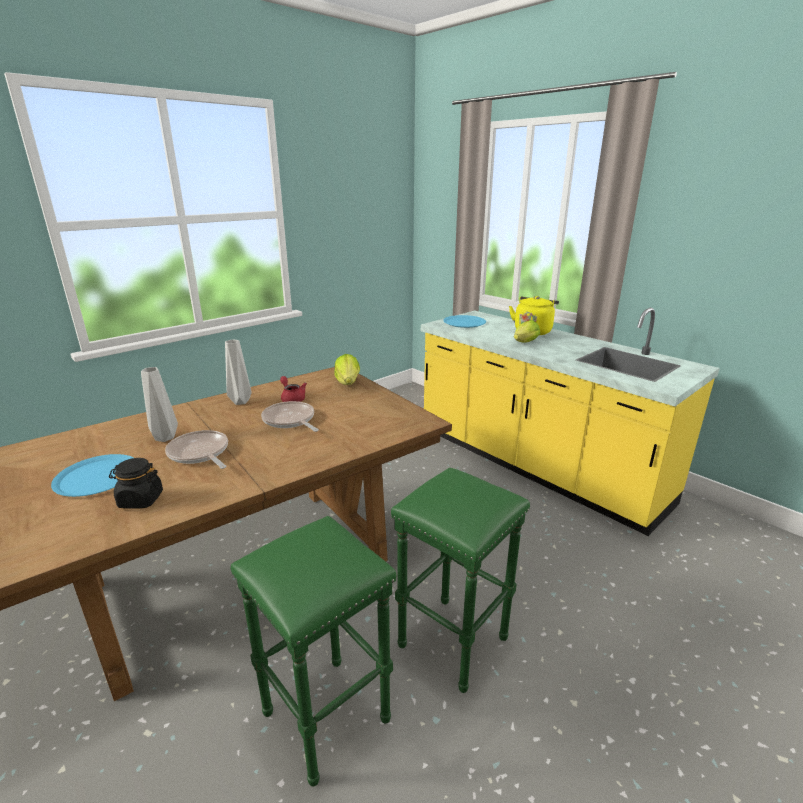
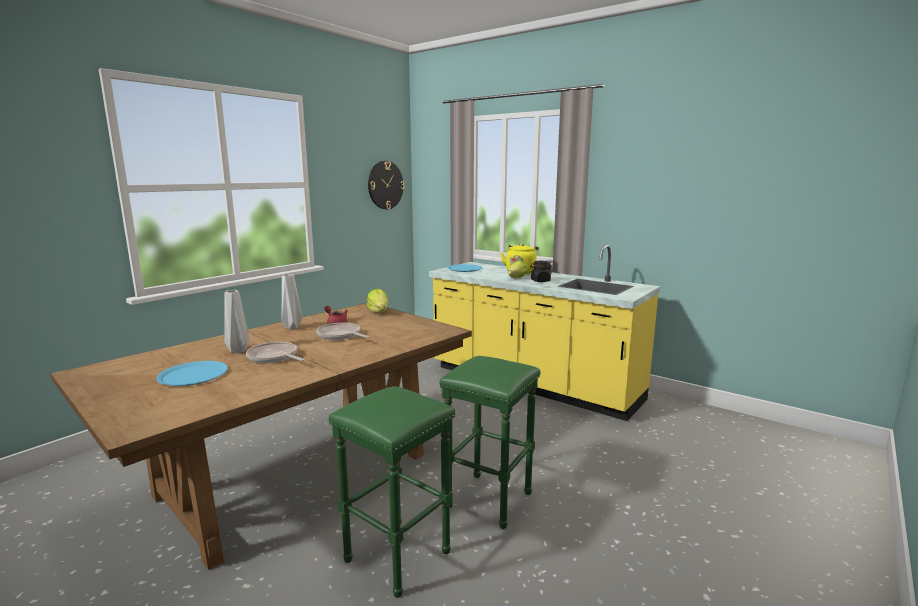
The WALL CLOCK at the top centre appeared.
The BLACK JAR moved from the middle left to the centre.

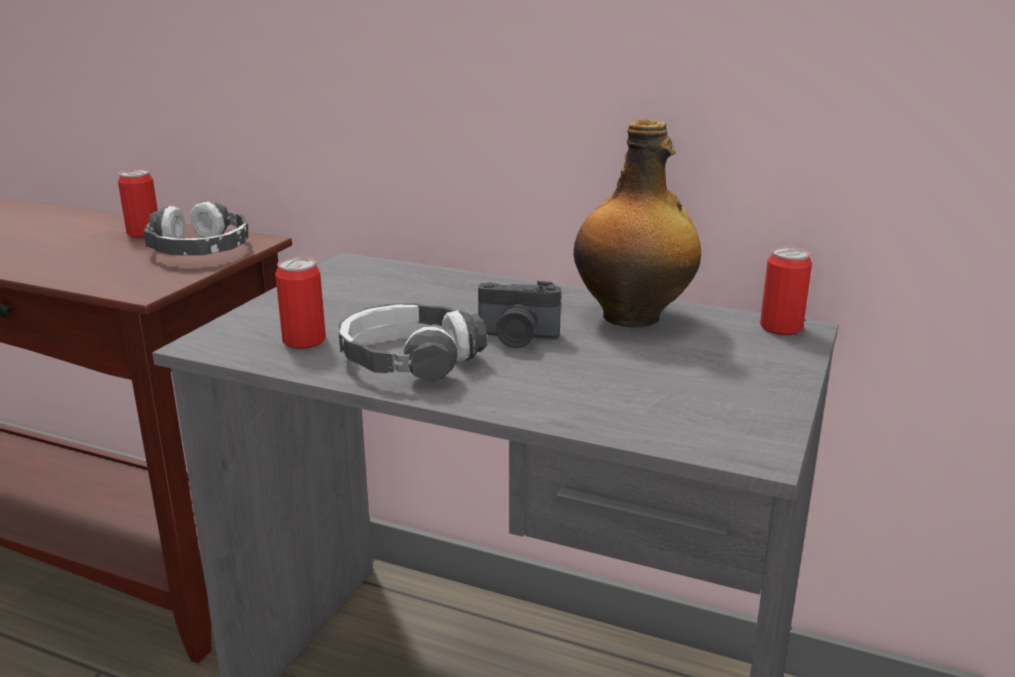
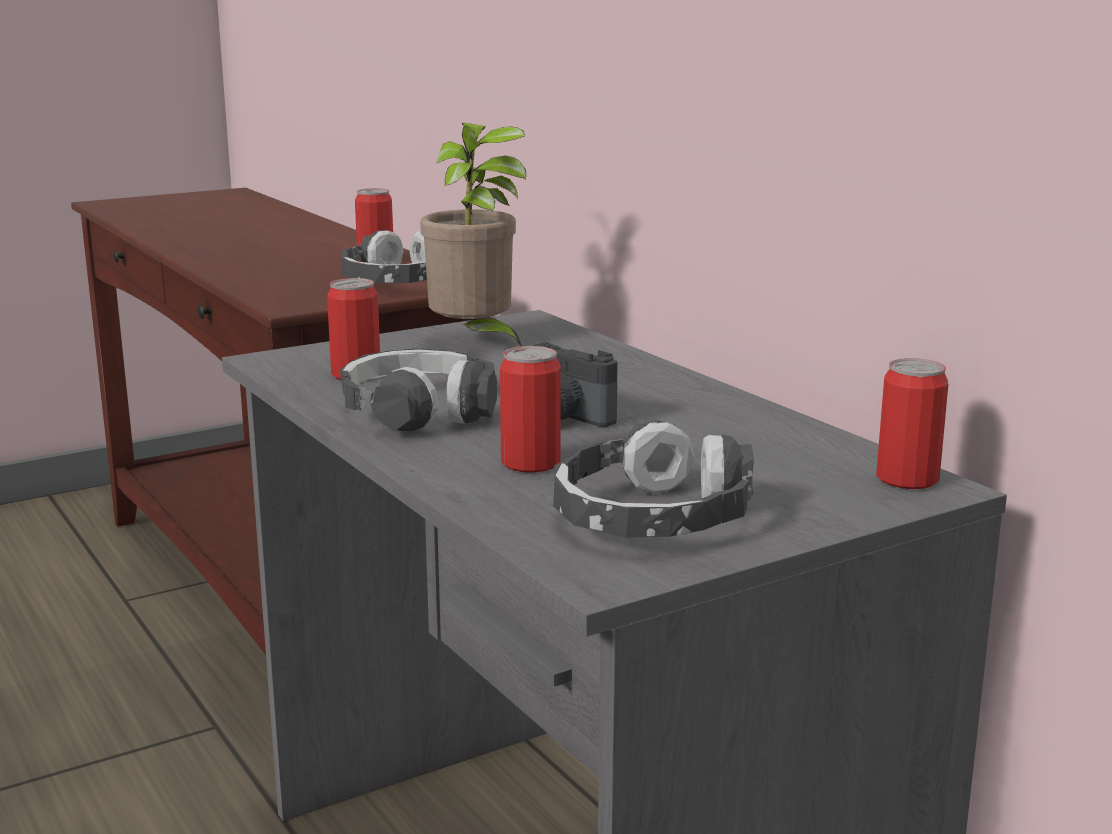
The POTTED PLANT at the top centre appeared.
The CAN (3rd from left) at the centre appeared.
The HEADPHONES (3rd from left) at the centre appeared.
The BOTTLE at the top centre disappeared.

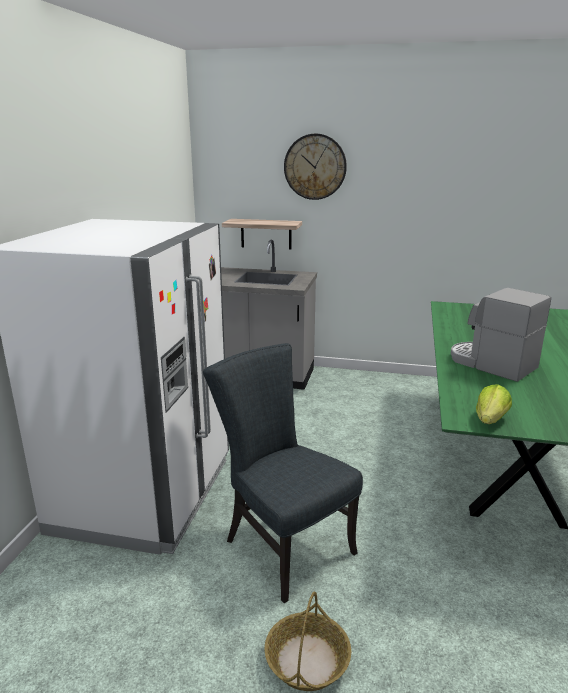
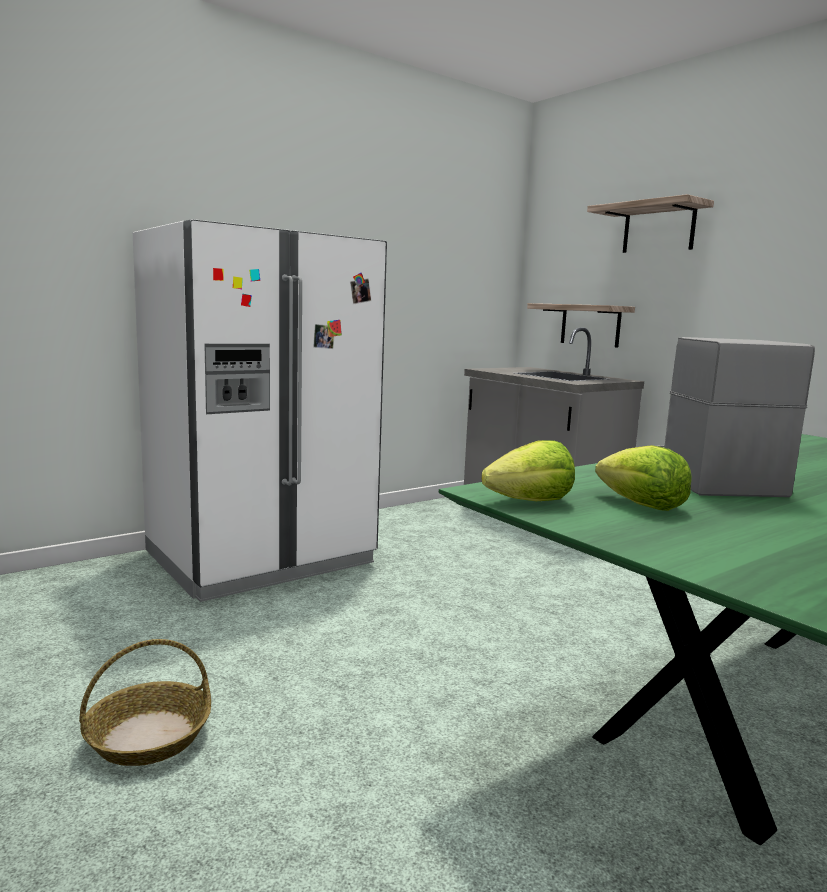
The WALL CLOCK at the top centre was replaced by the SHELF (2nd from left) at the top right.
The LETTUCE (2nd from left) at the middle right appeared.
The GREY CHAIR at the bottom centre disappeared.

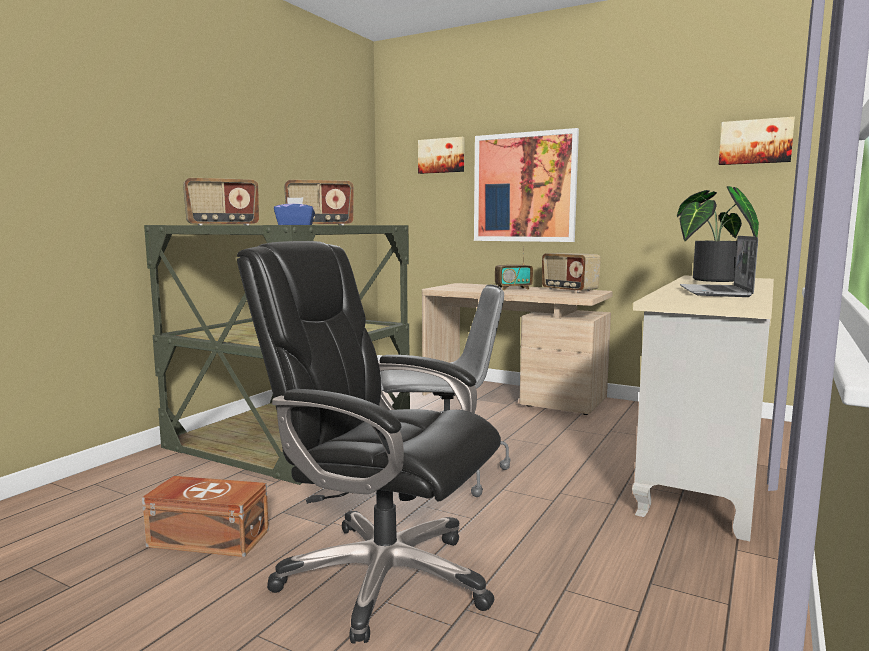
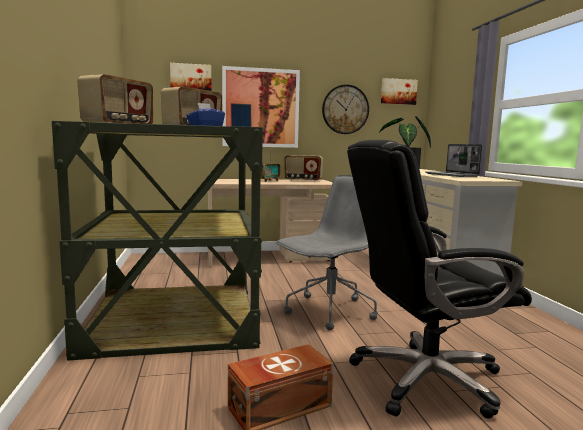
The WALL CLOCK at the top centre appeared.

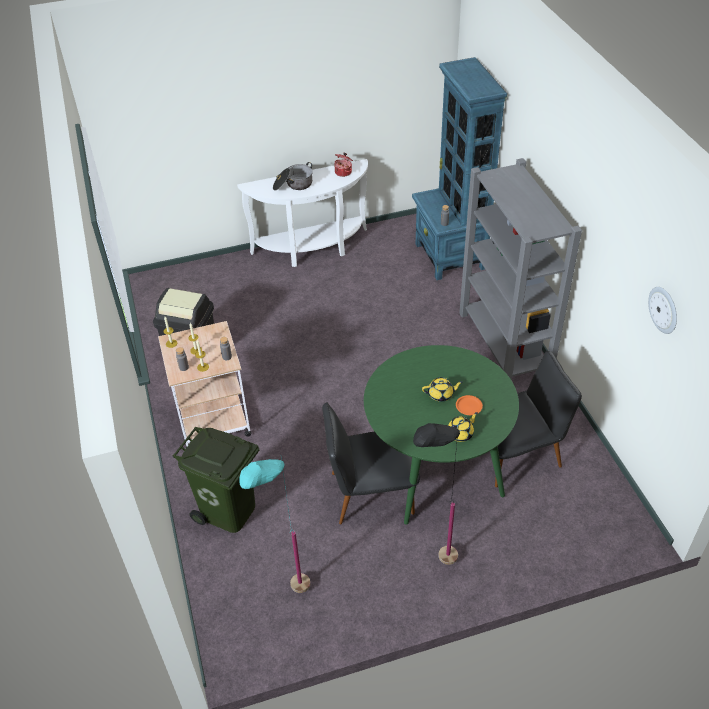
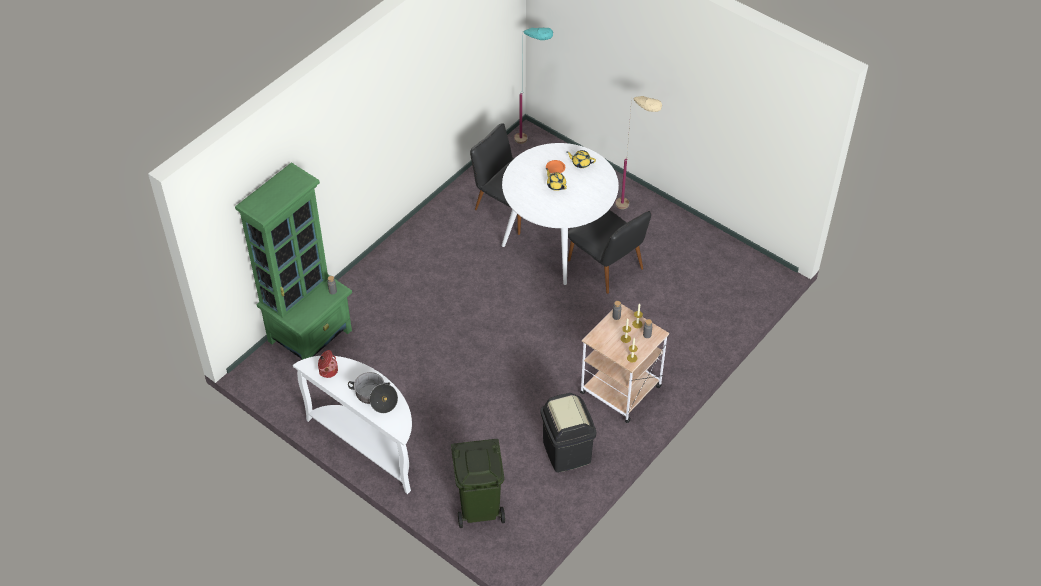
The BLUE CABINET at the top centre became the GREEN CABINET at the middle left.
The GREEN TRASH CAN moved from the bottom left to the bottom centre.
The GREEN DINING TABLE at the centre became the WHITE DINING TABLE at the centre.
The TURQUOISE FLOOR LAMP moved from the bottom centre to the top centre.
The BLACK FLOOR LAMP at the bottom centre became the BEIGE FLOOR LAMP at the top centre.
The GREY BOOKCASE at the middle right disappeared.
The WALL CLOCK at the middle right disappeared.

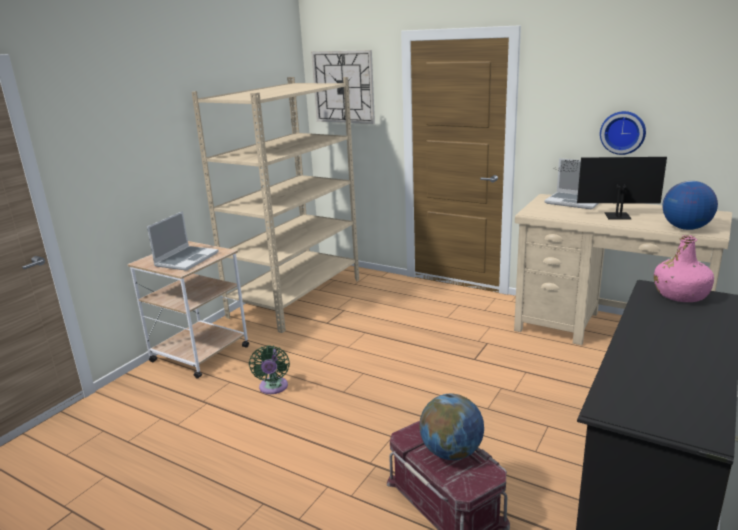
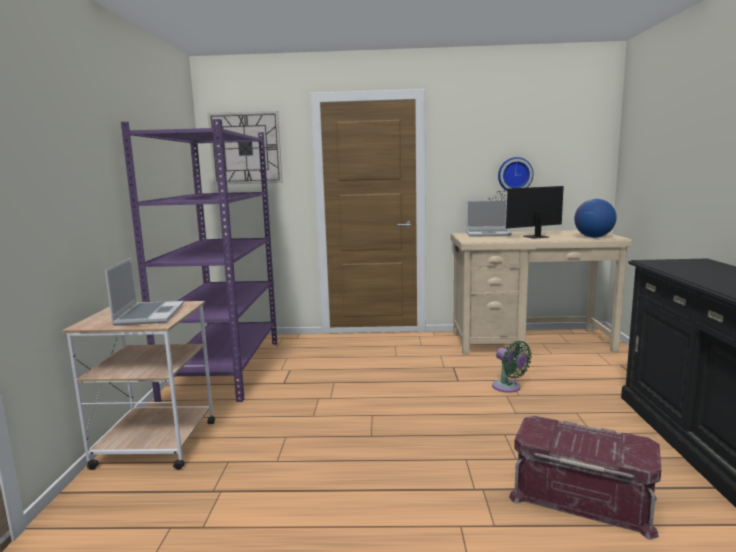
The BEIGE BOOKCASE at the centre became the PURPLE BOOKCASE at the middle left.
The GREEN FAN moved from the bottom centre to the middle right.
The GLOBE (1st from left) at the bottom centre disappeared.
The PINK BOTTLE at the middle right disappeared.

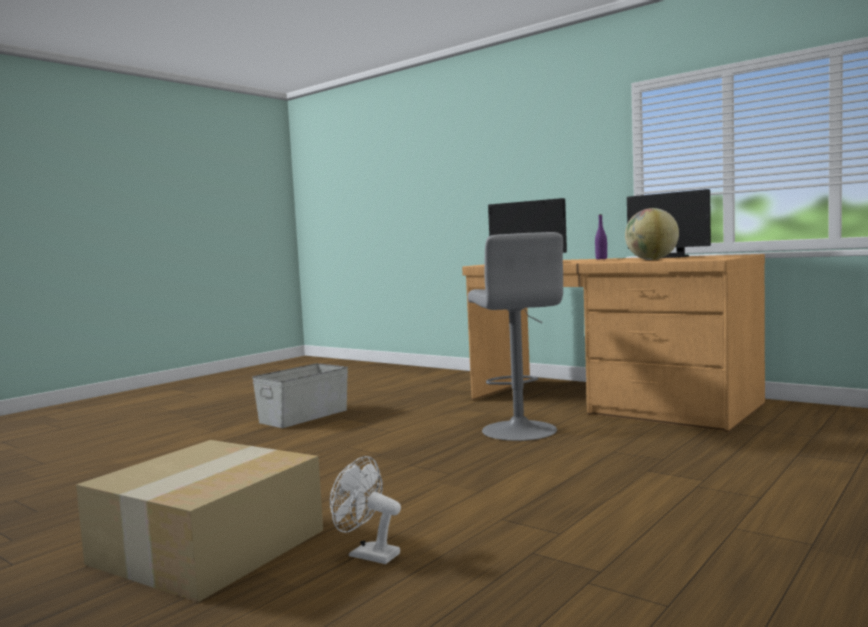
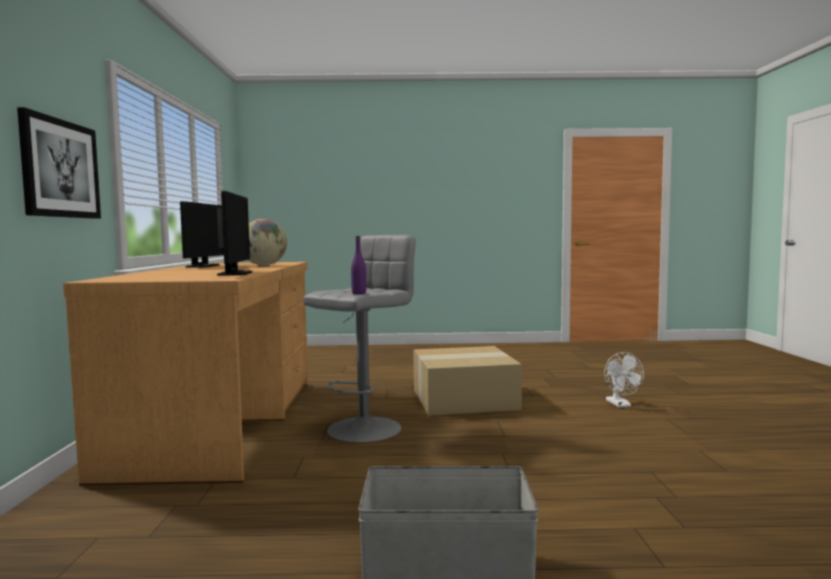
The PICTURE at the top left appeared.
The PURPLE BOTTLE moved from the middle right to the centre.
The CARDBOARD BOX moved from the bottom left to the centre.

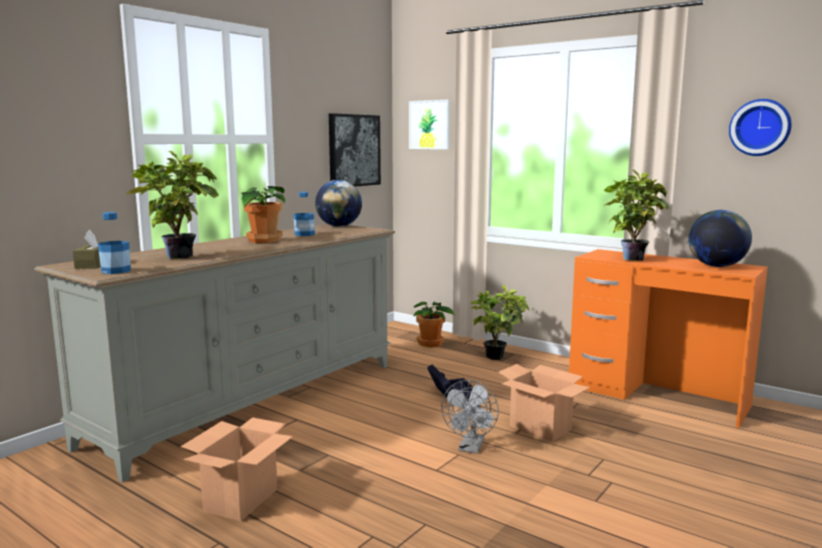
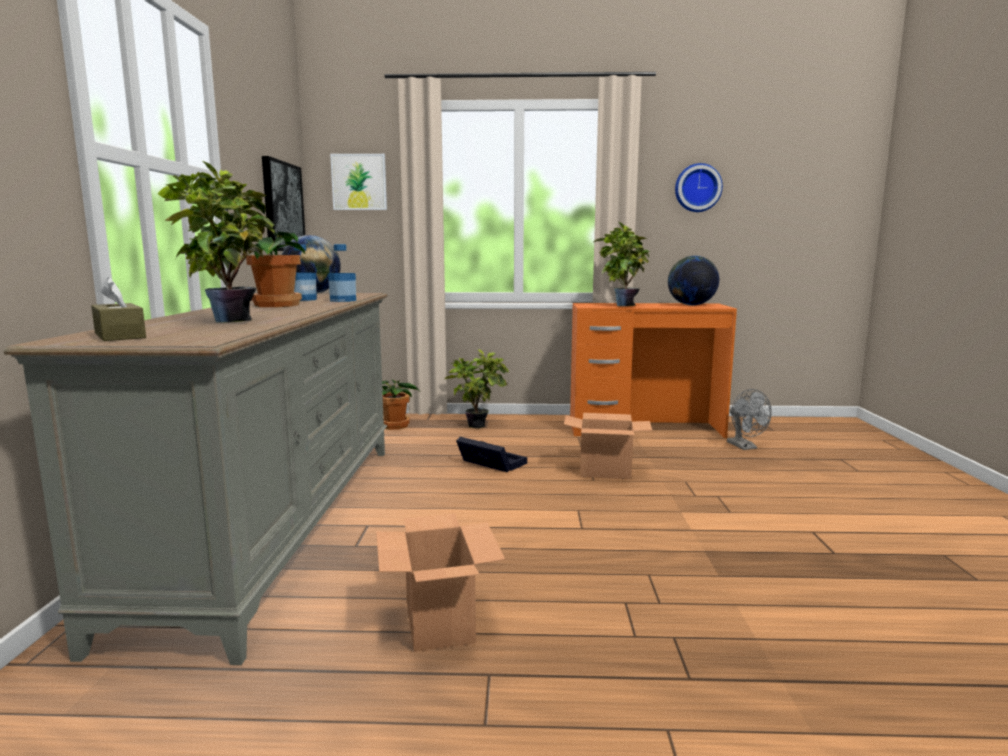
The BOTTLE (1st from left in the first image) moved from the middle left to the centre.
The GREY FAN moved from the bottom centre to the middle right.

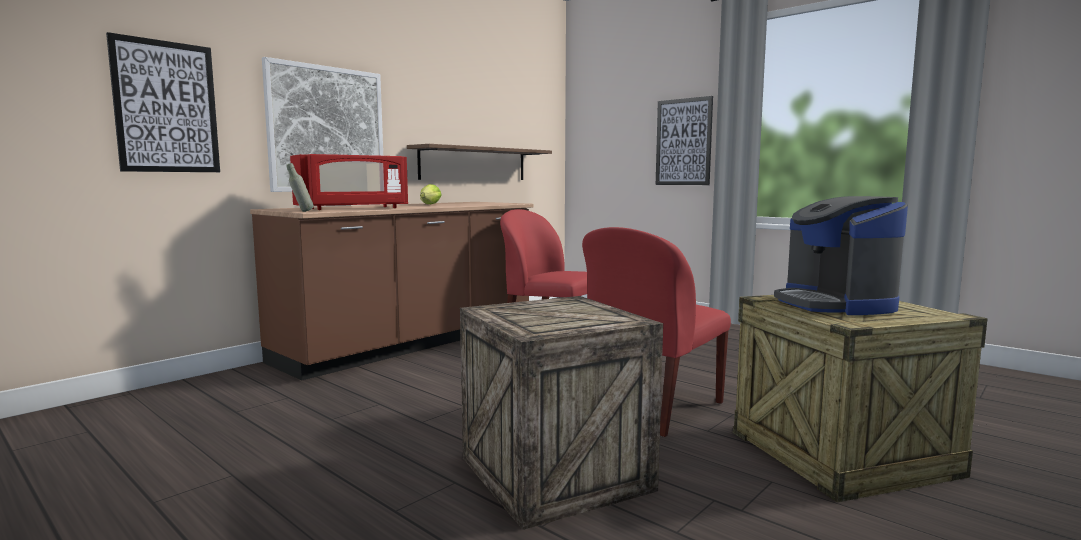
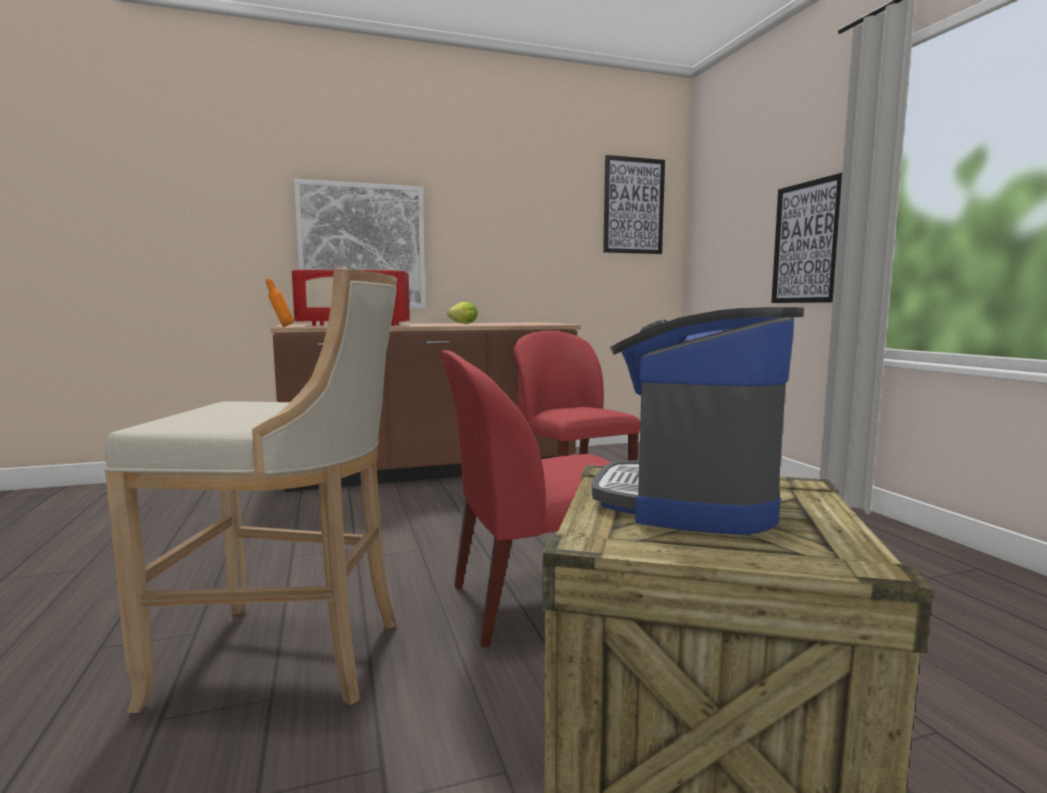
The CRATE (1st from left) at the bottom centre was replaced by the BEIGE STOOL at the middle left.
The GREY BOTTLE at the middle left became the ORANGE BOTTLE at the middle left.
The PICTURE (1st from left in the first image) moved from the top left to the top centre.
The BROWN SHELF at the top centre disappeared.

